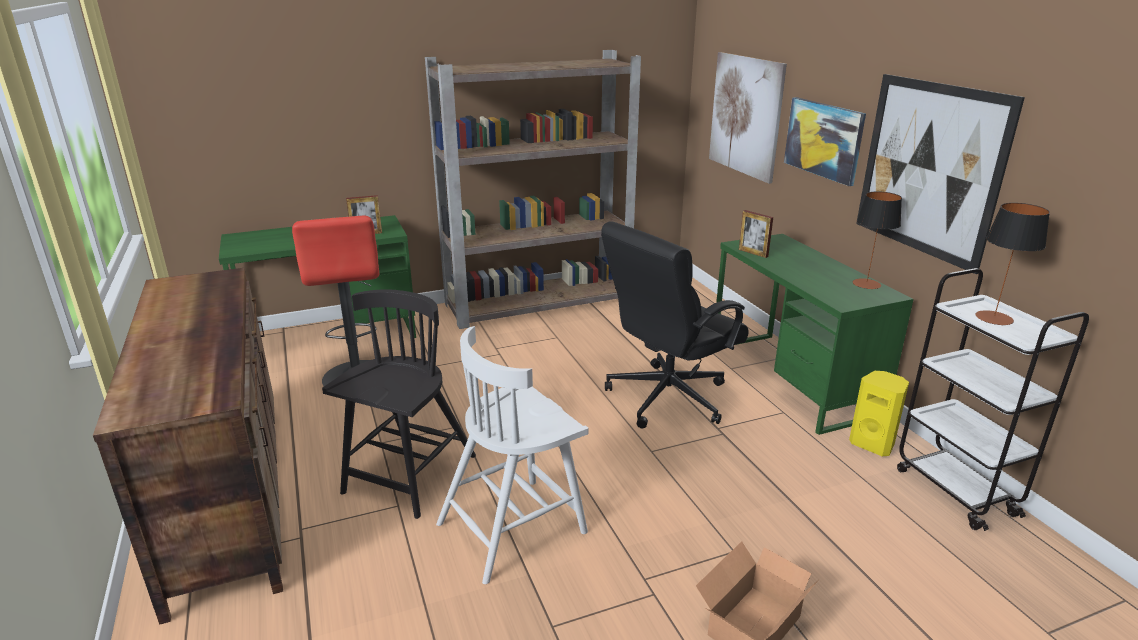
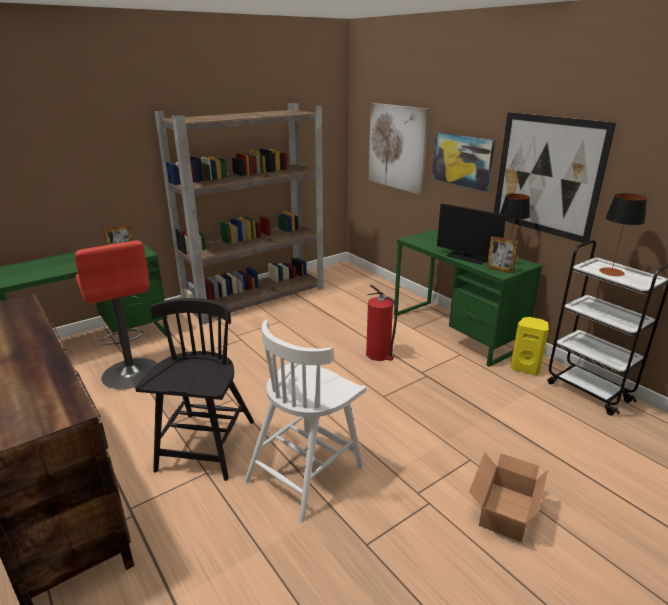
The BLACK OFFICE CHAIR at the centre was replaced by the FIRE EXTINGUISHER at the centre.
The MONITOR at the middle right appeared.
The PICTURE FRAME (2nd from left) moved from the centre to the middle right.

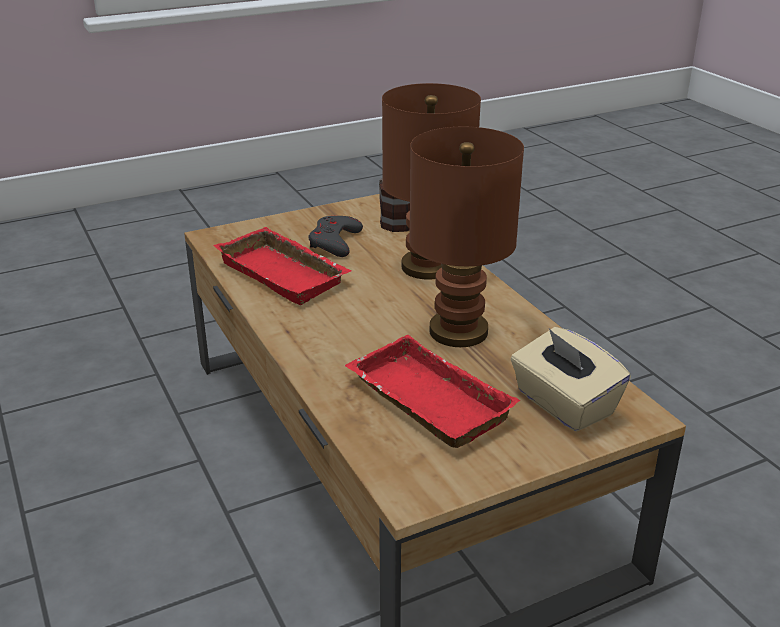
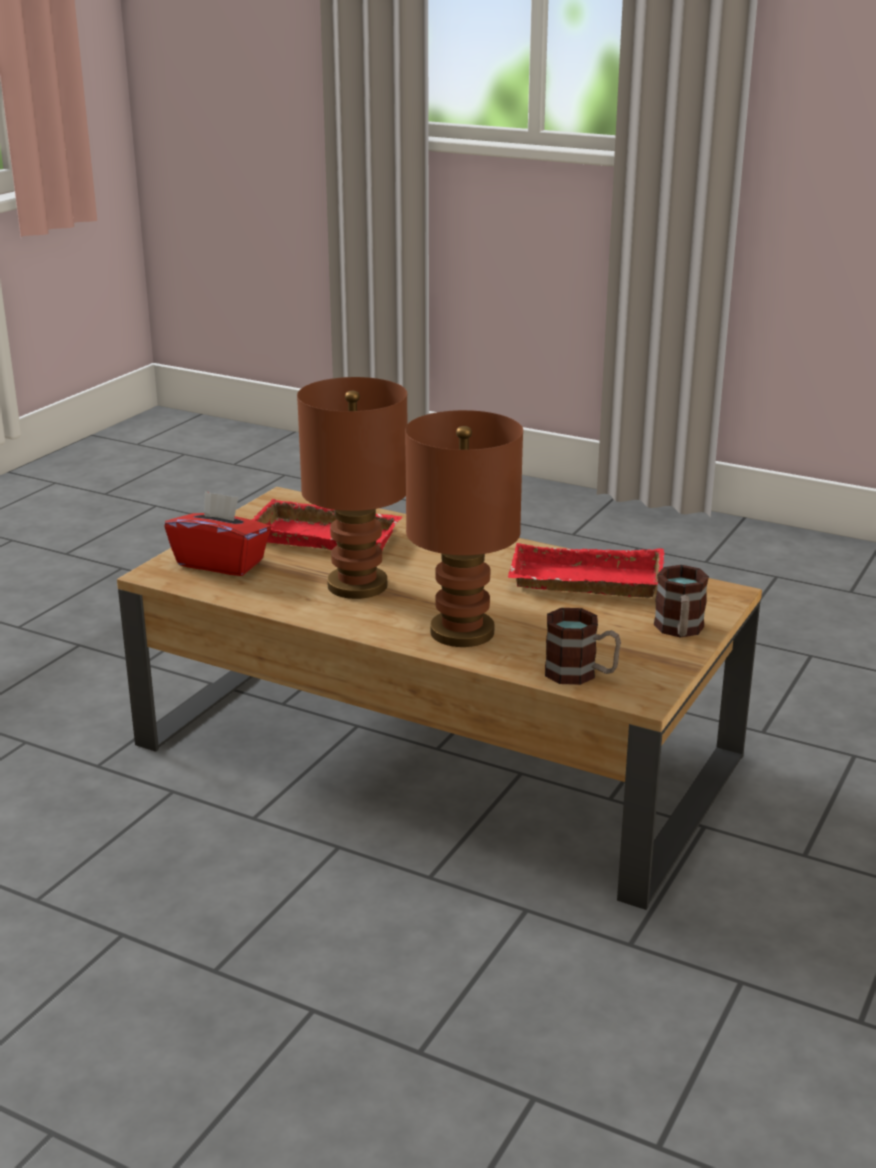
The BEIGE TISSUE BOX at the middle right became the RED TISSUE BOX at the middle left.
The MUG (2nd from left) at the middle right appeared.
The GREY GAME CONTROLLER at the centre disappeared.

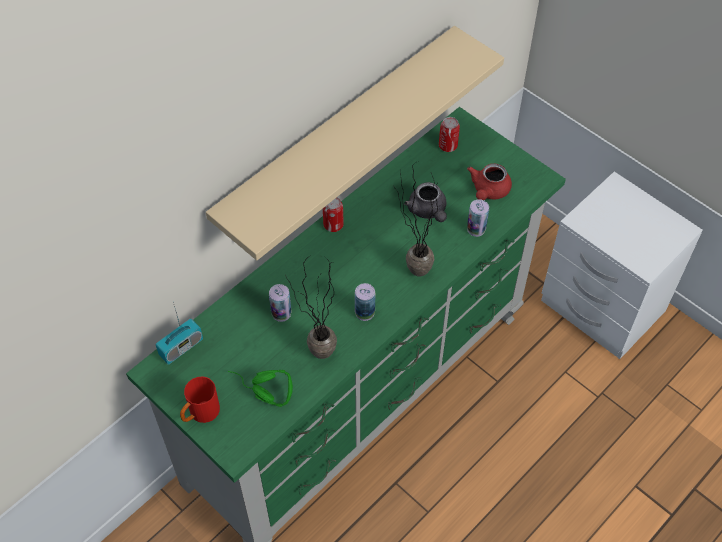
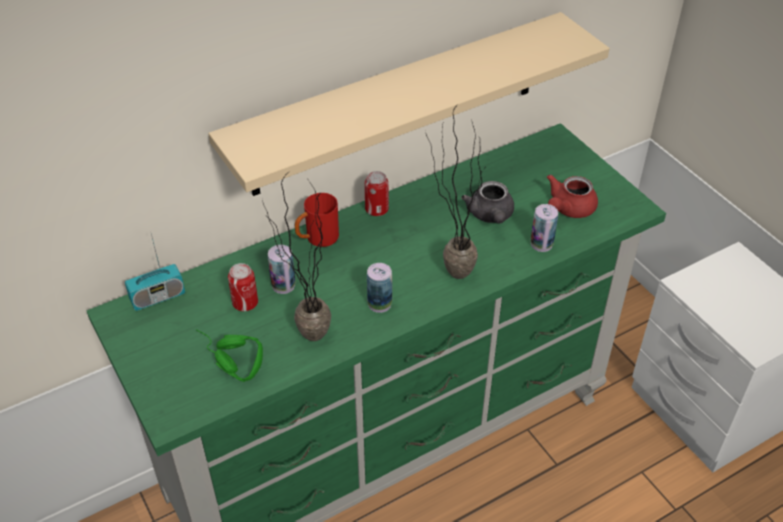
The CAN (4th from left in the first image) moved from the top centre to the middle left.
The RED MUG moved from the bottom left to the centre.

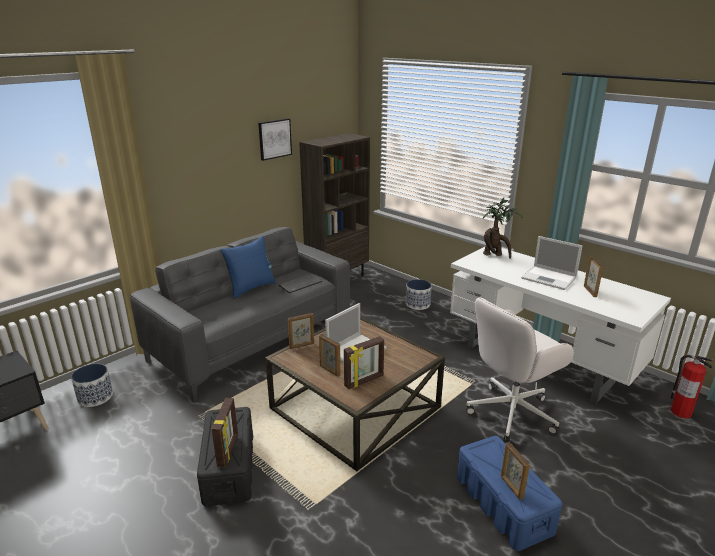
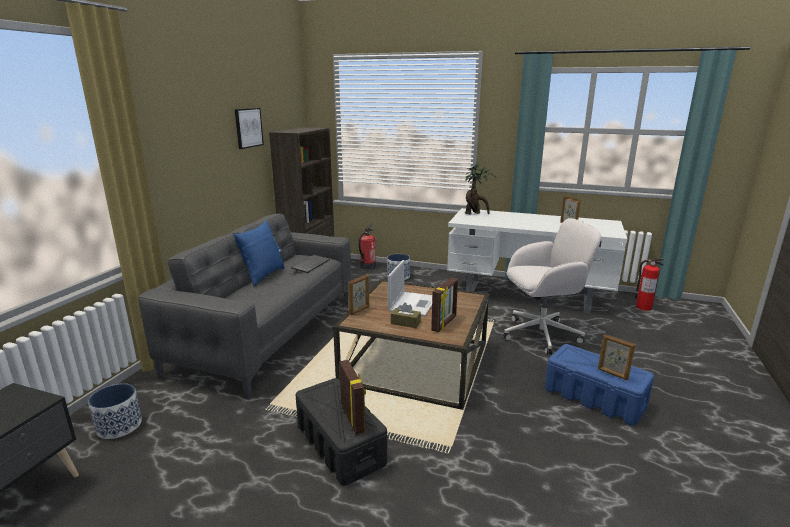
The FIRE EXTINGUISHER (1st from left) at the centre appeared.
The PICTURE FRAME (3rd from left) at the centre was replaced by the BROWN TISSUE BOX at the centre.
The WHITE OFFICE CHAIR at the middle right turned 135 degrees counterclockwise.
The LAPTOP (2nd from left) at the middle right disappeared.

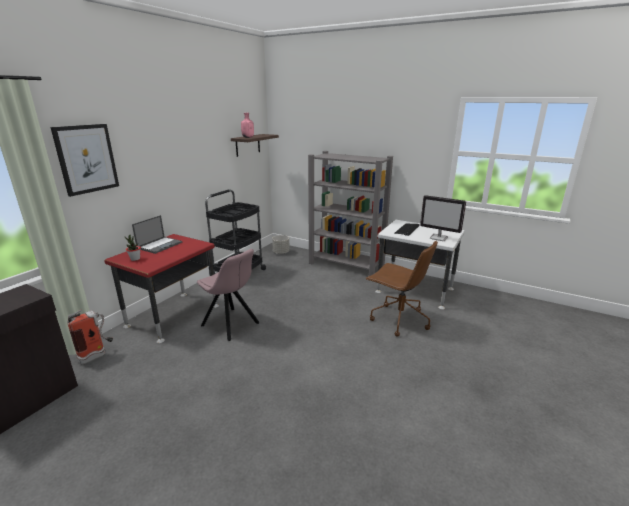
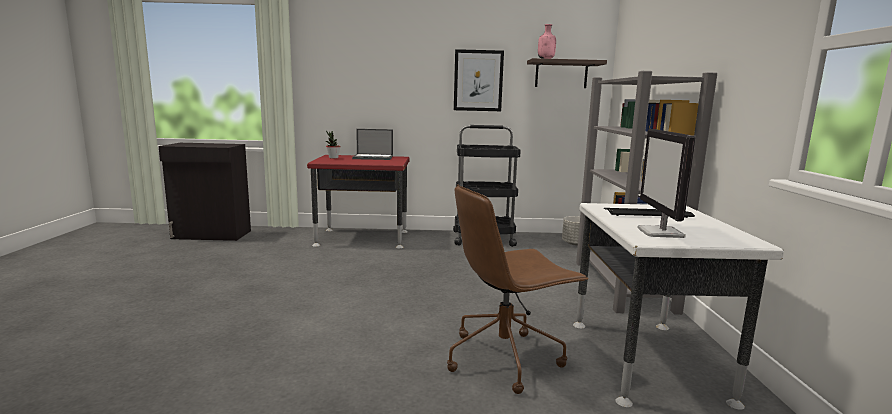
The BROWN OFFICE CHAIR at the centre turned 60 degrees clockwise.
The PICTURE moved from the top left to the top centre.
The FIRE EXTINGUISHER at the middle left disappeared.
The PINK CHAIR at the centre disappeared.

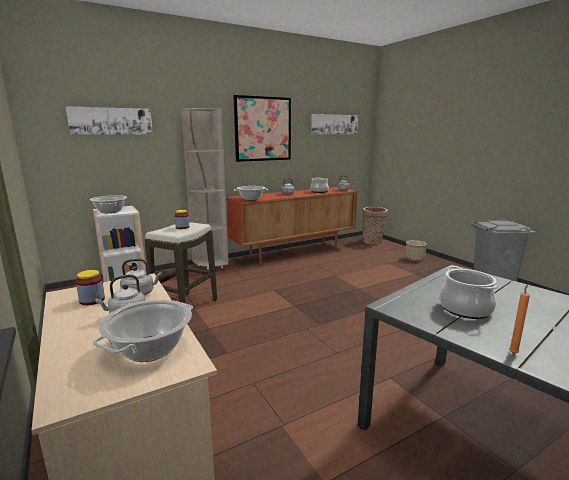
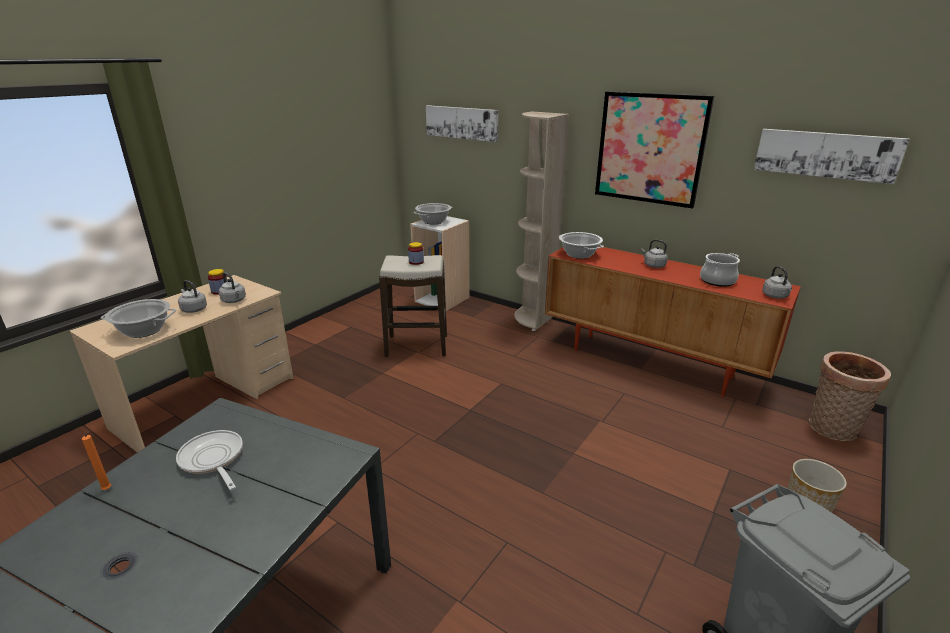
The COOKING POT (5th from left) at the middle right was replaced by the FRYING PAN at the bottom left.

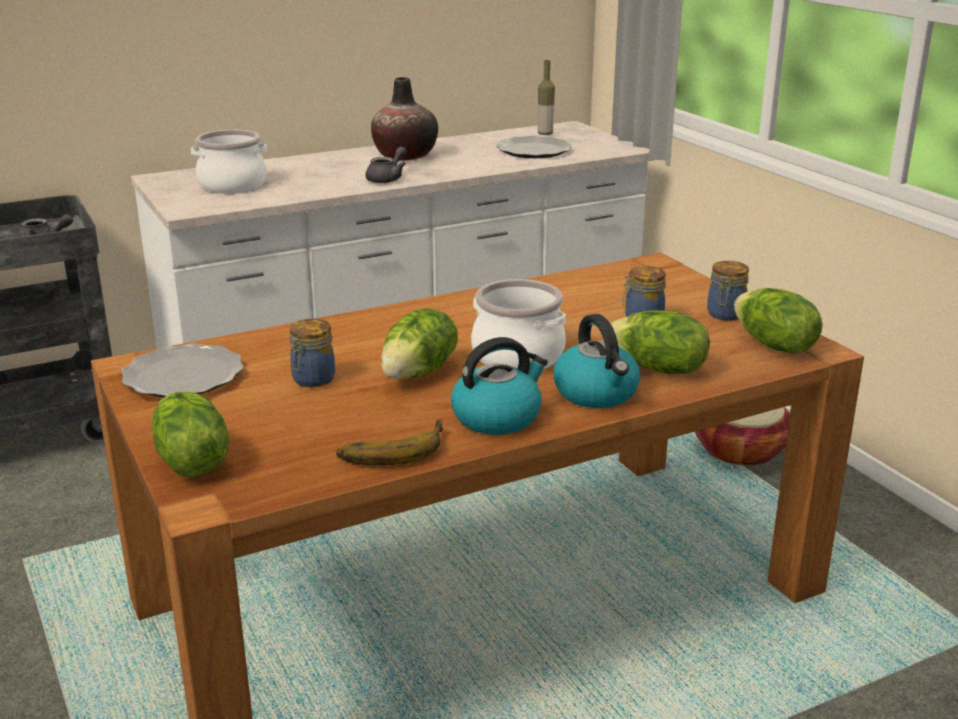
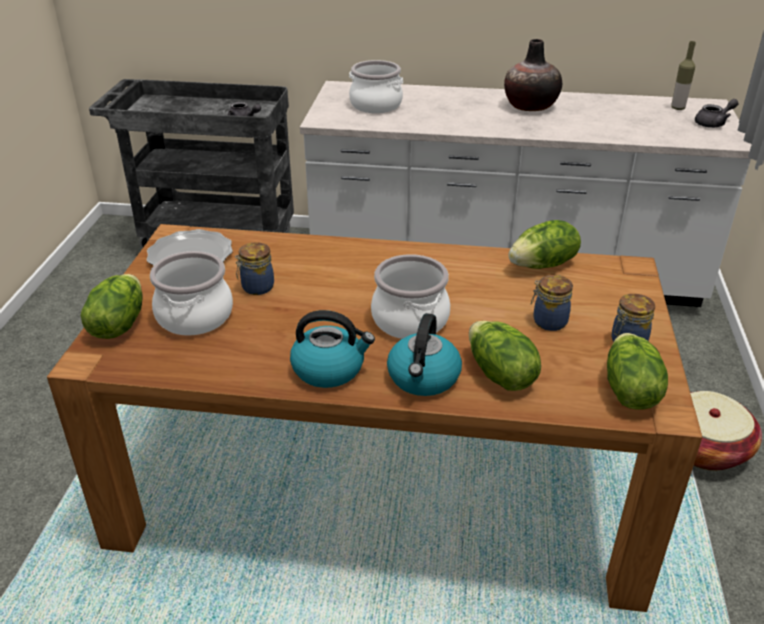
The COOKING POT (1st from left) at the middle left appeared.
The LETTUCE (2nd from left in the first image) moved from the centre to the middle right.
The GREY TEAPOT (2nd from left) moved from the top centre to the top right.
The BANANA at the centre disappeared.
The PLATE (2nd from left) at the top centre disappeared.

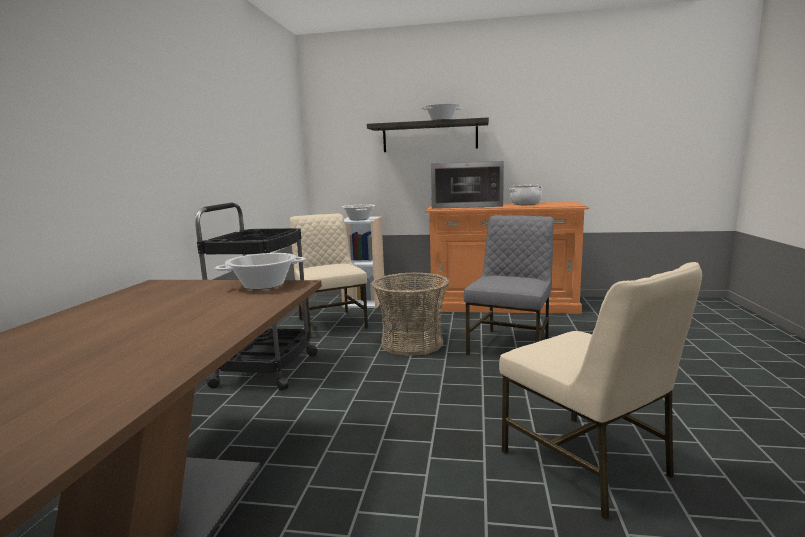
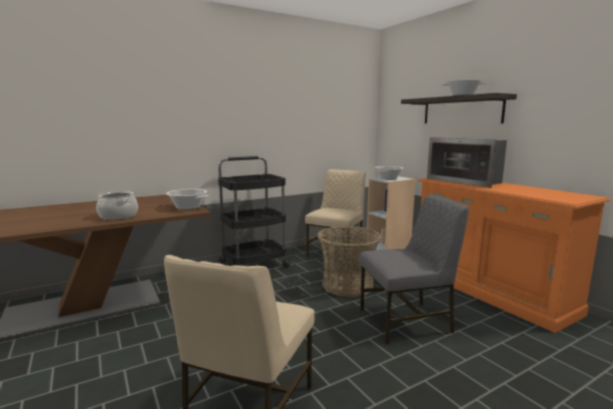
The COOKING POT (4th from left in the first image) moved from the centre to the middle left.

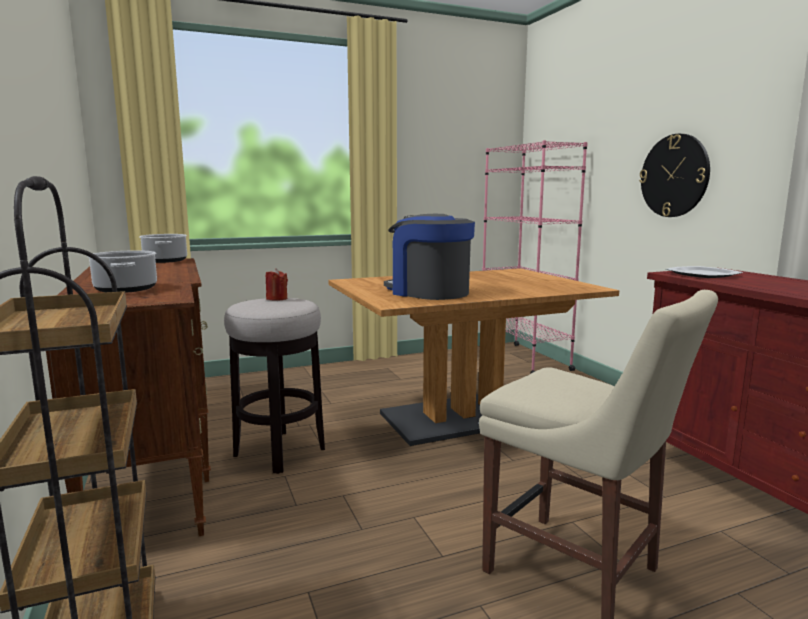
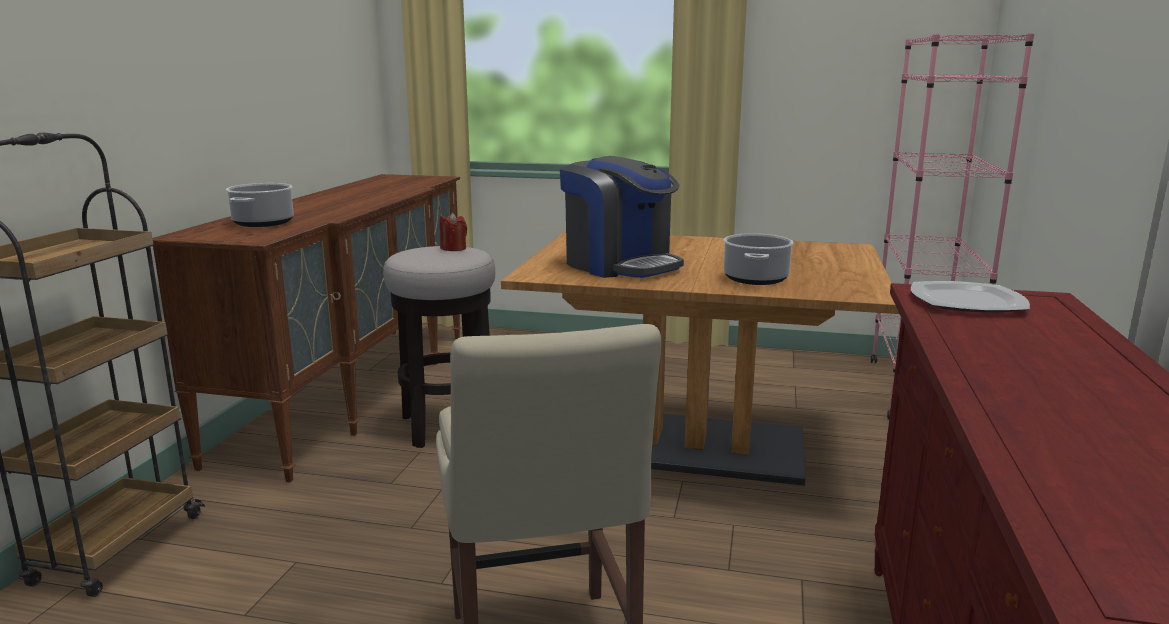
The COFFEE MACHINE at the centre turned 150 degrees clockwise.
The COOKING POT (2nd from left) moved from the middle left to the centre.
The WALL CLOCK at the top right disappeared.

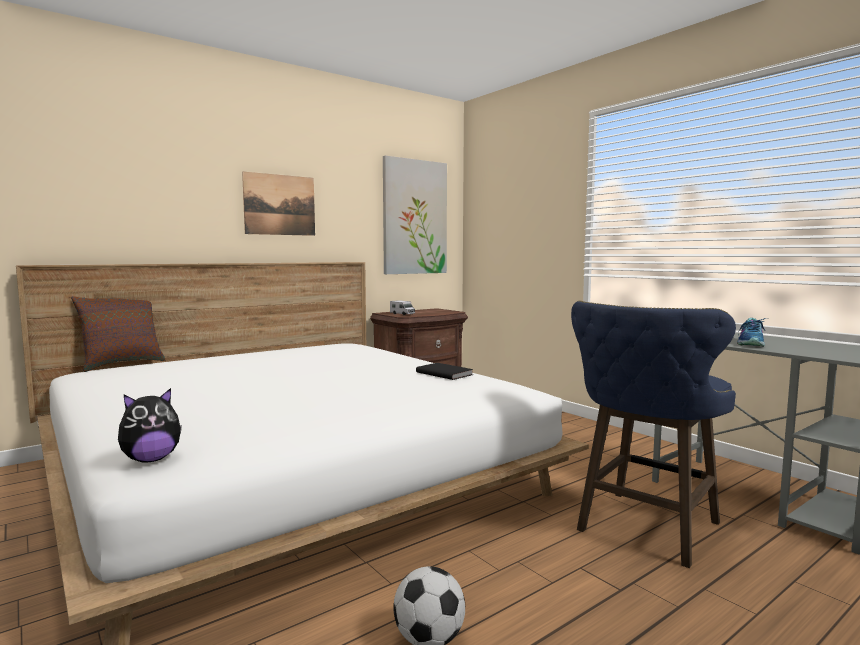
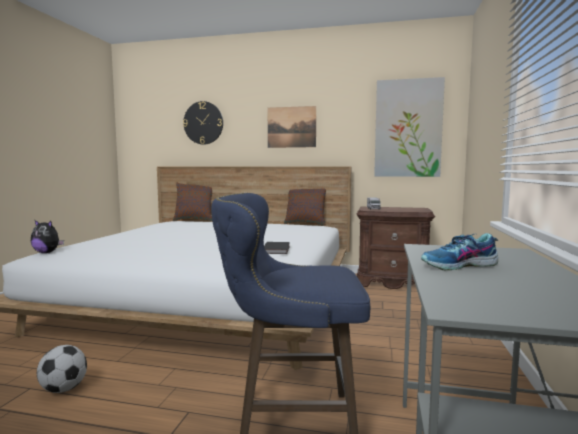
The WALL CLOCK at the top centre appeared.
The BROWN PILLOW (2nd from left) at the centre appeared.

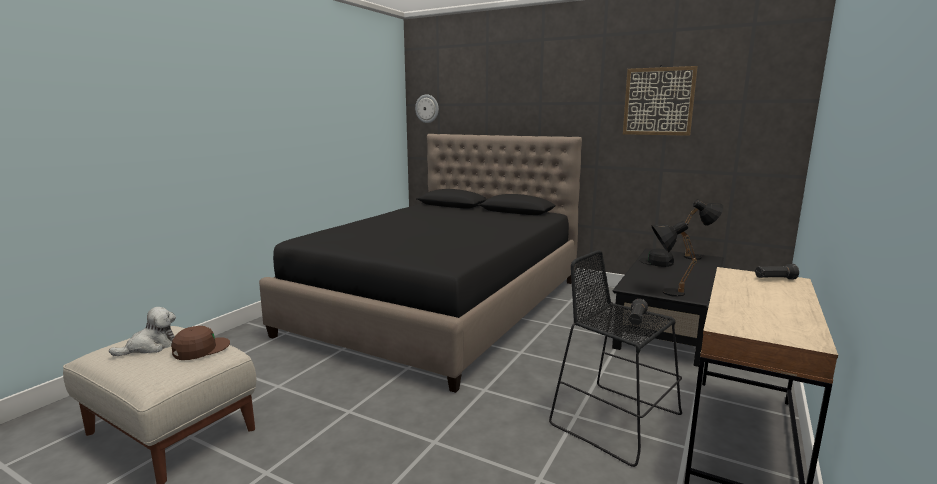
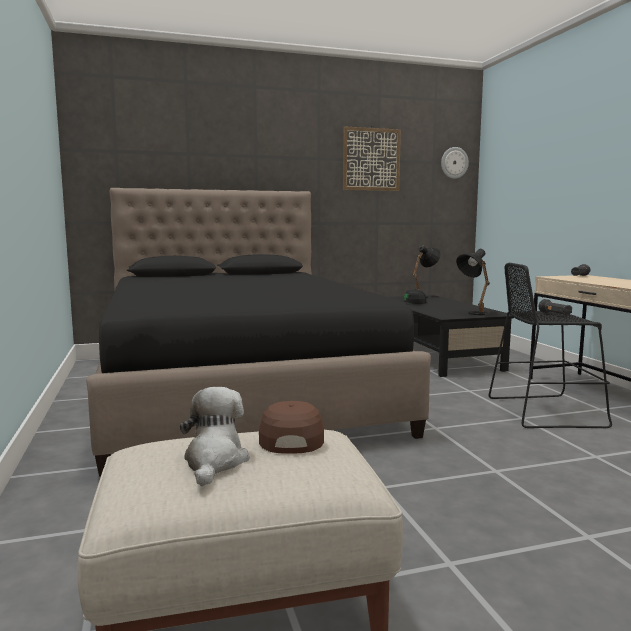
The WALL CLOCK moved from the top centre to the top right.

